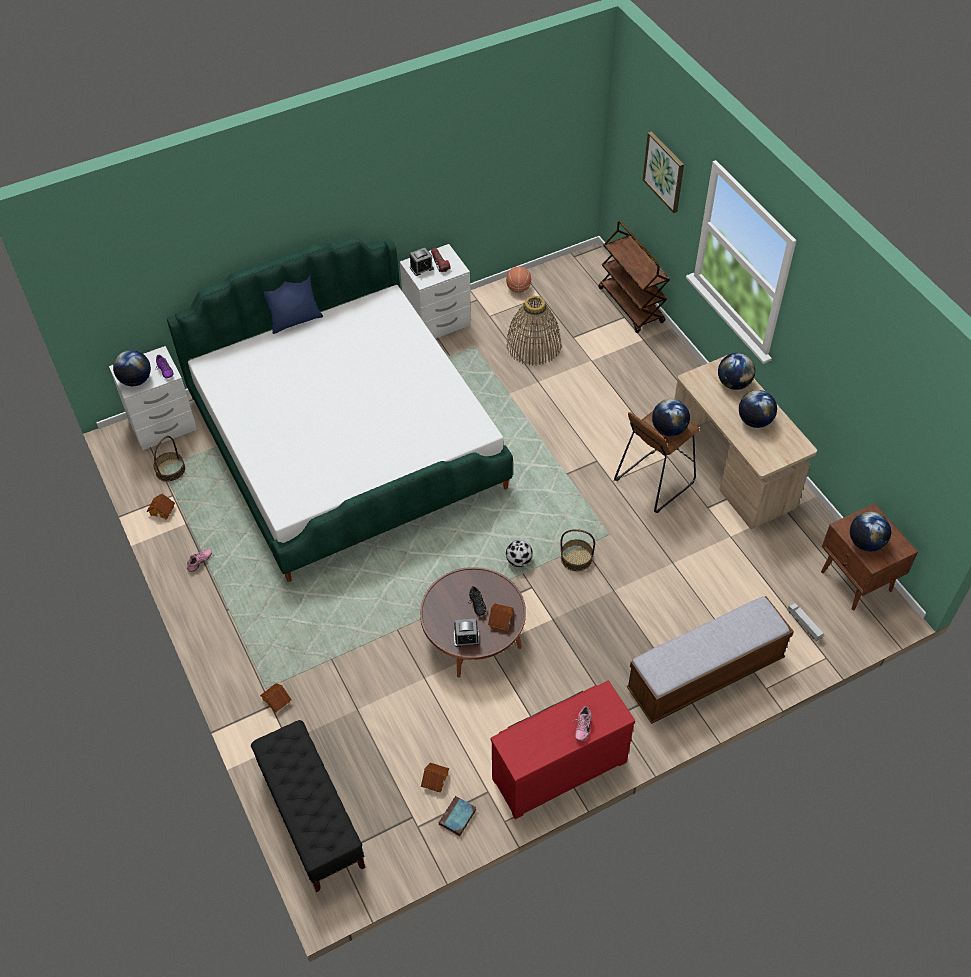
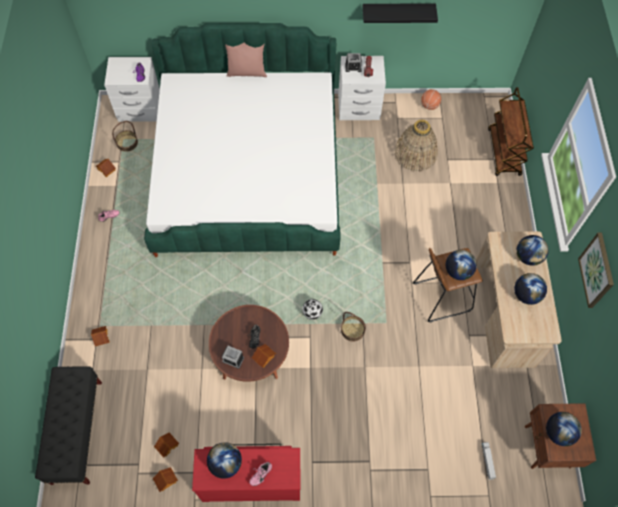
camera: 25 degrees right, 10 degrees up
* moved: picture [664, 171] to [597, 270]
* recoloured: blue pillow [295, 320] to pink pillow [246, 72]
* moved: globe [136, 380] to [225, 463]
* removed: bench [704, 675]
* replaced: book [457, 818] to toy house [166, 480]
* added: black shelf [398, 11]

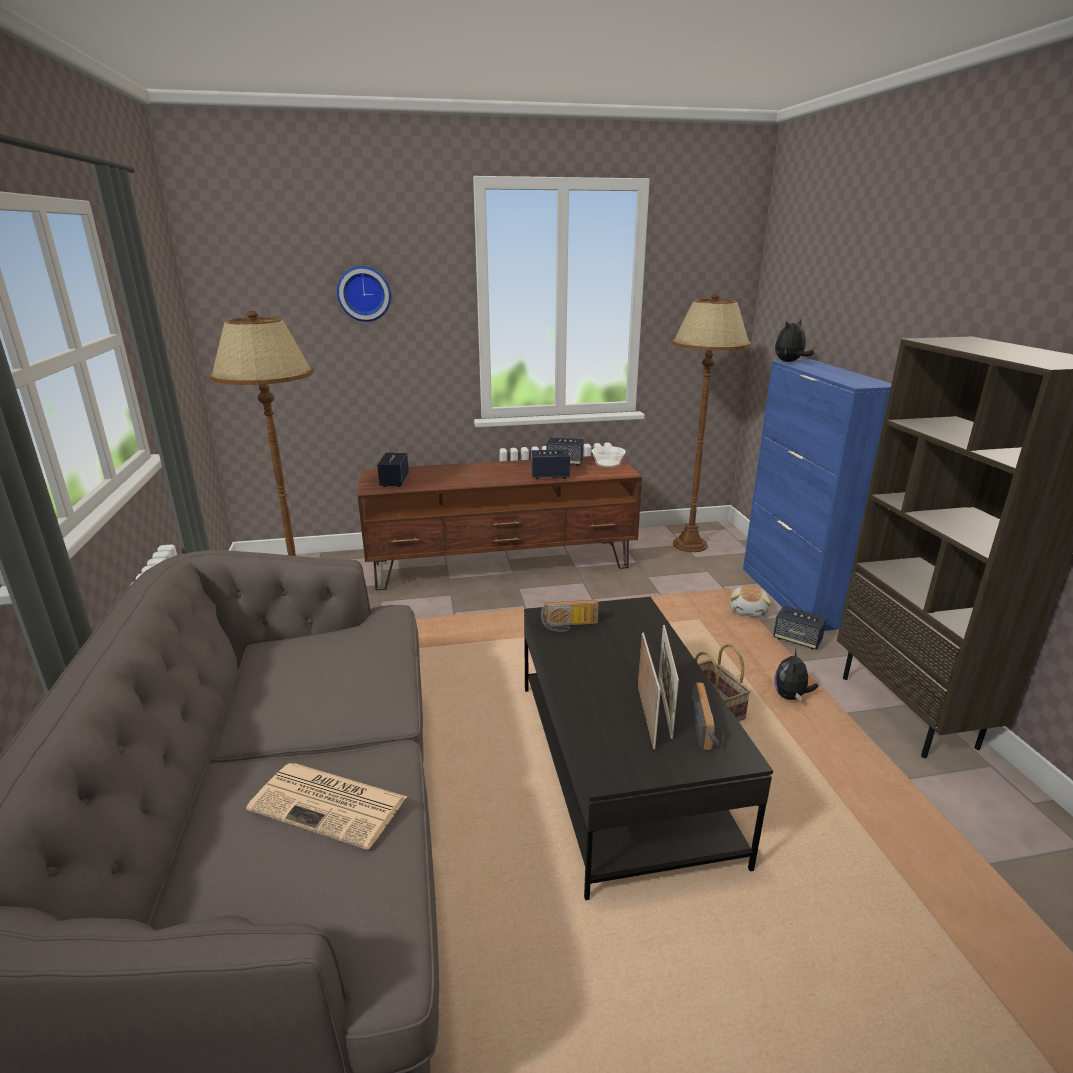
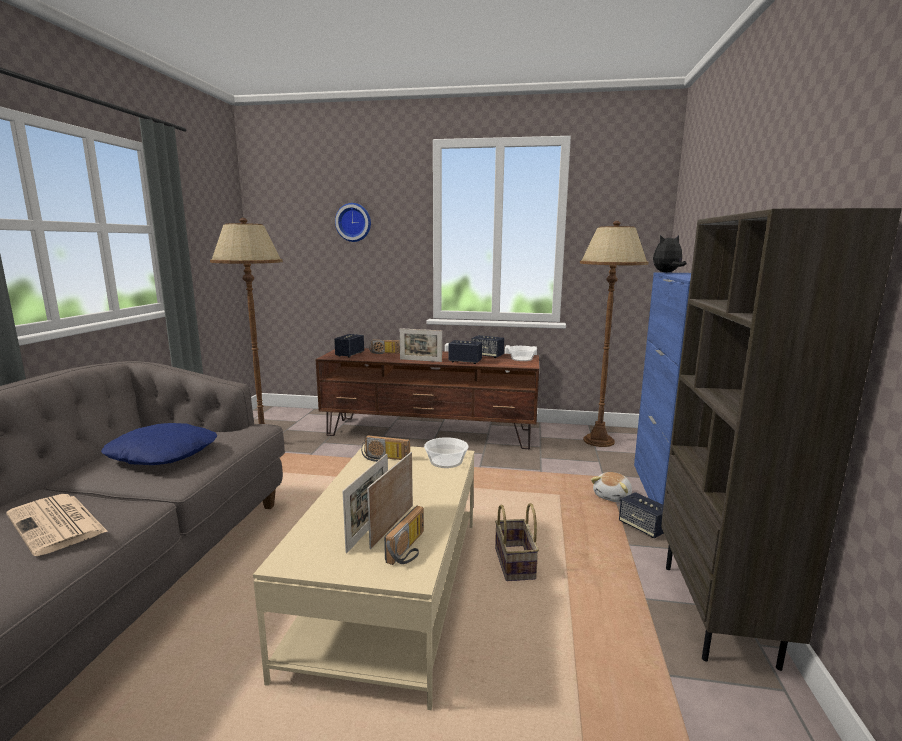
camera: 20 degrees right, 10 degrees down
* recoloured: black coffee table [619, 766] to beige coffee table [391, 589]
* removed: plush toy [790, 696]
* added: picture frame [420, 360]
* added: radio [384, 353]
* added: blue pillow [163, 453]
* added: bowl [446, 461]

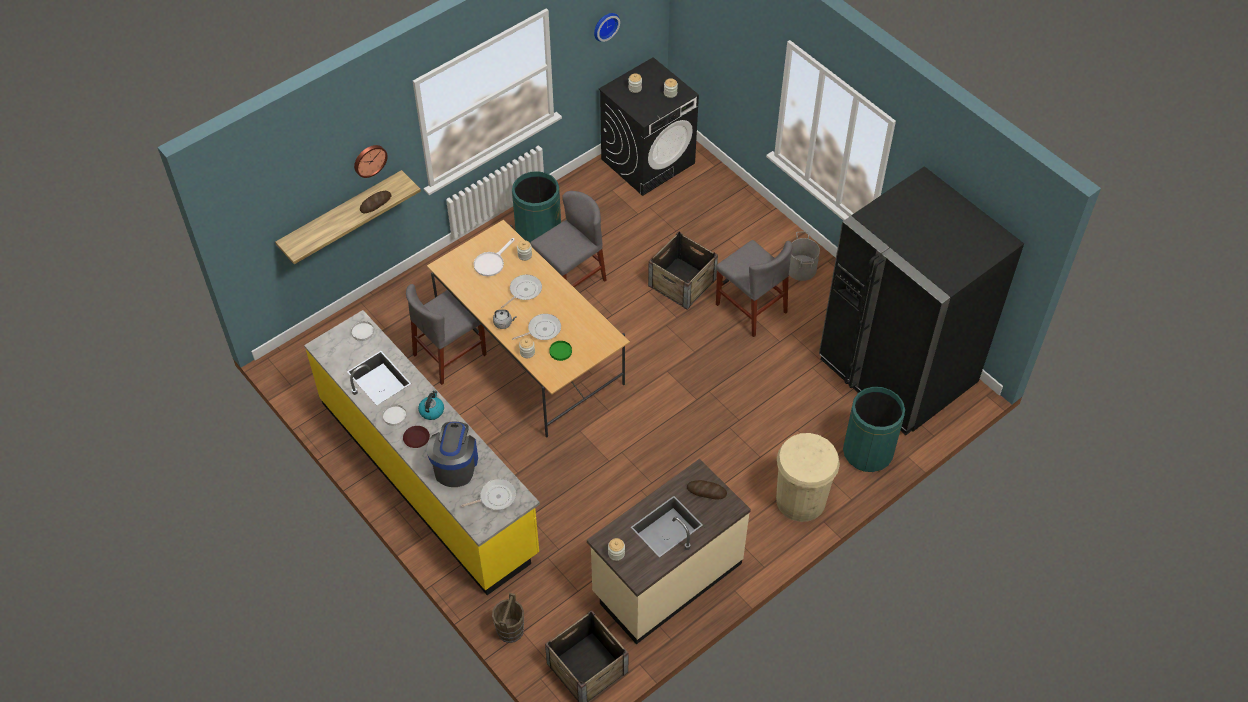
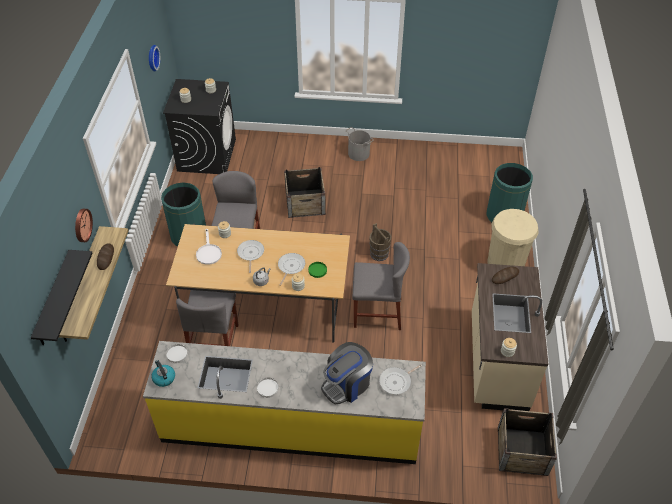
camera: 45 degrees left, 5 degrees down
* removed: black fridge [897, 371]
* moved: grey chair [751, 308] to [377, 312]
* moved: kettle [431, 410] to [163, 378]
* turned: coffee machine [455, 465] = [347, 384] 90 degrees counterclockwise
* removed: brown plate [417, 438]
* turned: frying pan [495, 497] = [396, 381] 150 degrees counterclockwise
* moved: brown bucket [510, 630] to [379, 254]
* added: black shelf [54, 300]

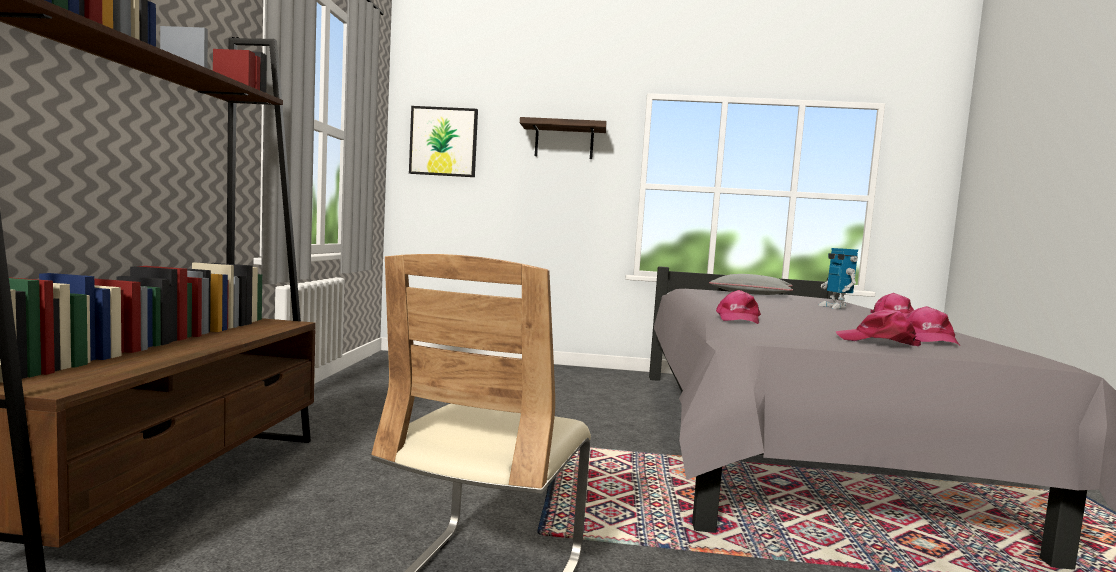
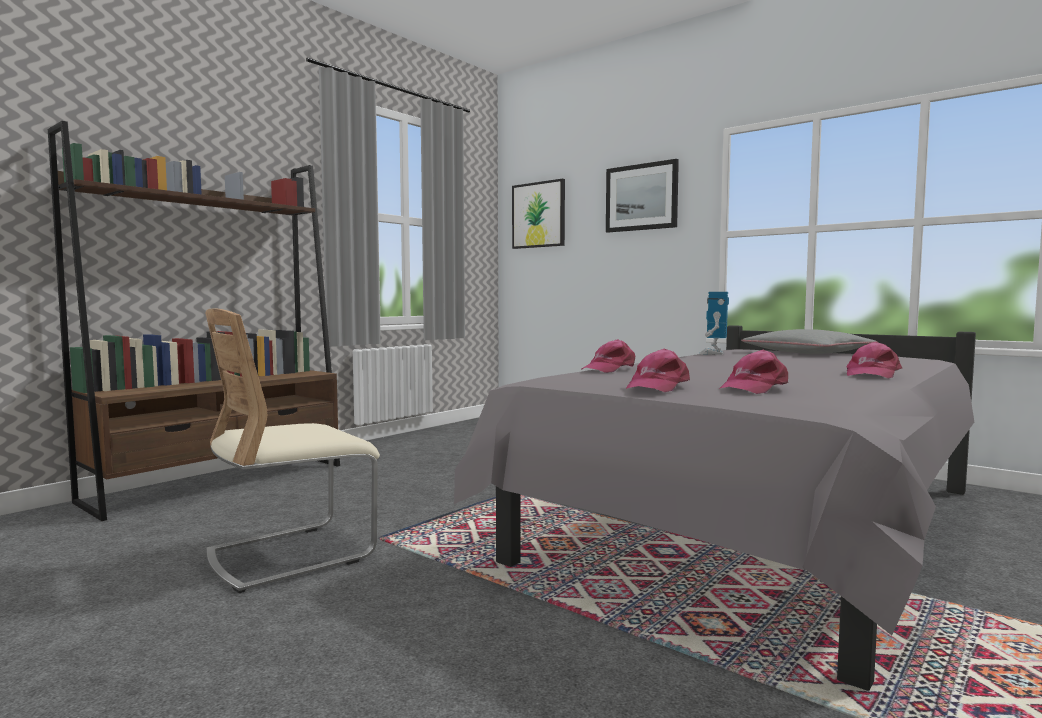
camera: 35 degrees right, 0 degrees up
* replaced: shelf [564, 141] to picture [641, 197]
* moved: toy robot [835, 307] to [713, 353]
* turned: pink cap [878, 341] = [657, 386] 120 degrees counterclockwise

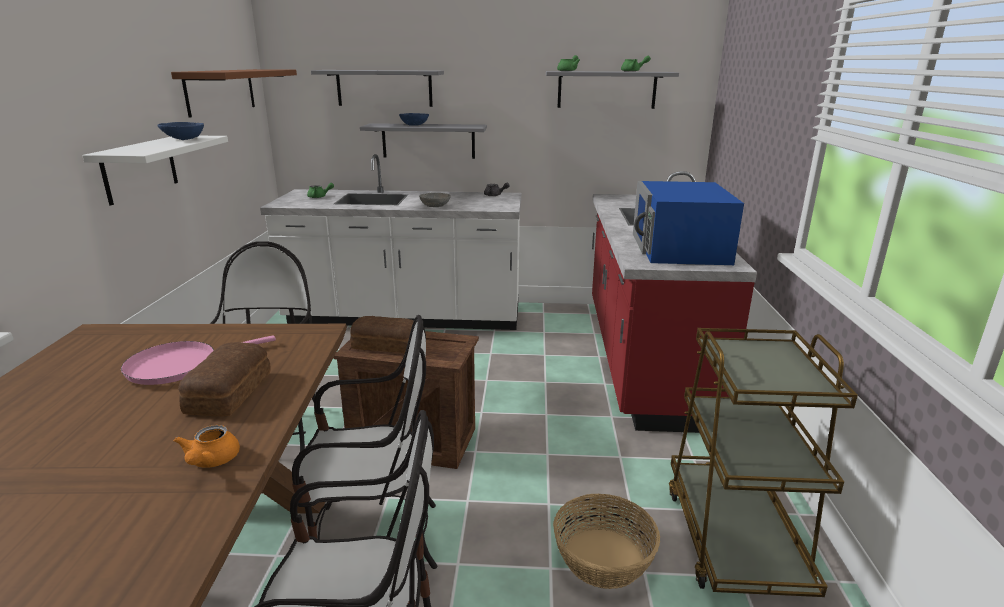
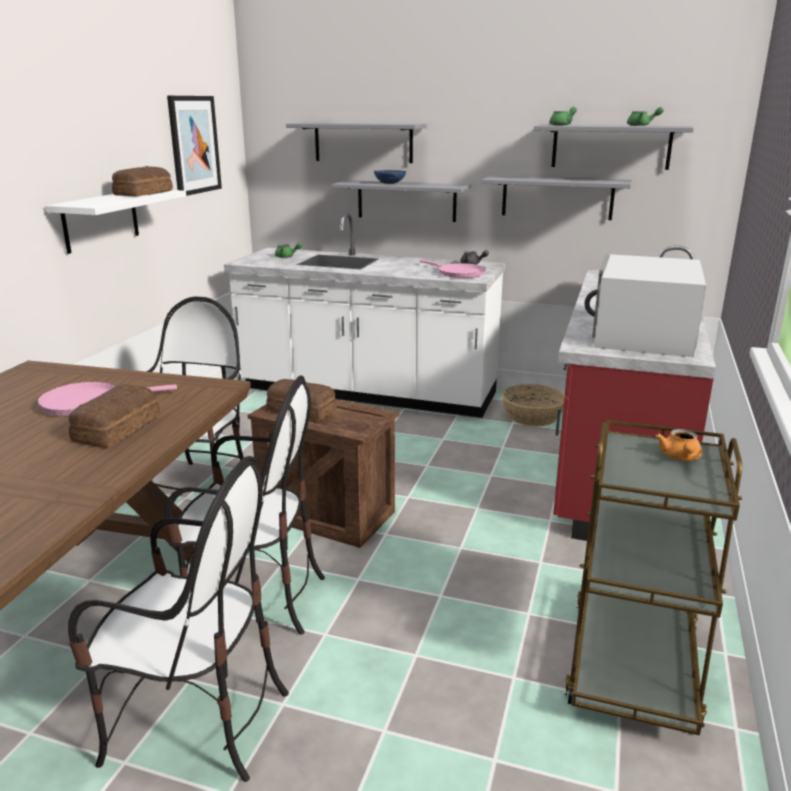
camera: 15 degrees right, 0 degrees up
* replaced: brown shelf [221, 91] to picture [194, 145]
* replaced: blue bowl [183, 139] to bread [142, 193]
* recoloured: blue microwave [680, 249] to white microwave [642, 335]
* removed: grey bowl [435, 207]
* moved: orange teapot [211, 461] to [680, 457]
* moved: basket [604, 558] to [532, 417]
* added: grey shelf [557, 197]
* added: pink frying pan [458, 273]

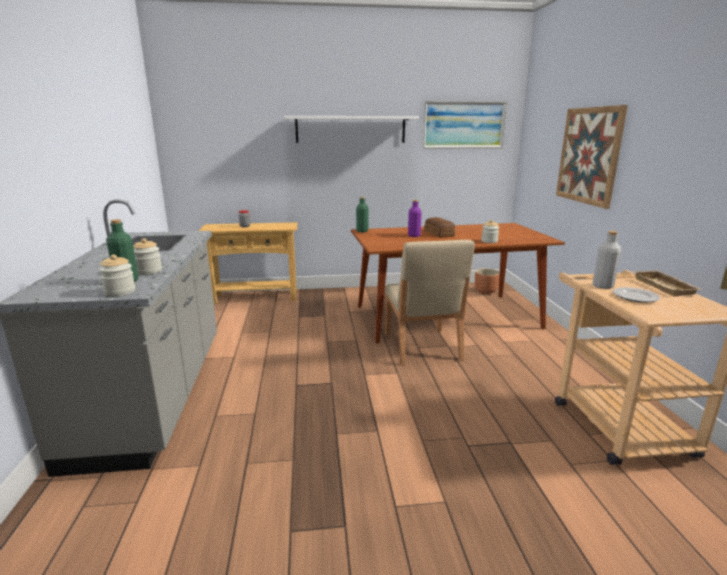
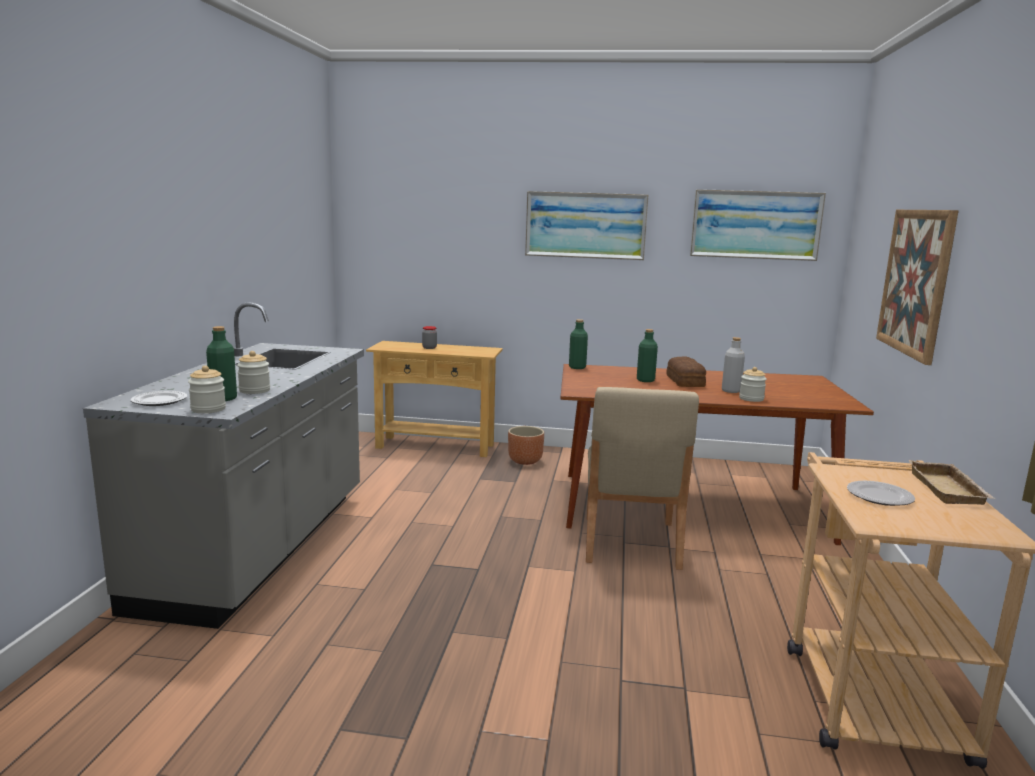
camera: 15 degrees right, 5 degrees down
* replaced: white shelf [350, 129] to picture [585, 225]
* recoloured: purple bottle [414, 235] to green bottle [645, 380]
* moved: grey bottle [603, 286] to [731, 391]
* moved: brown planter [485, 291] to [525, 461]
* added: plate [159, 401]

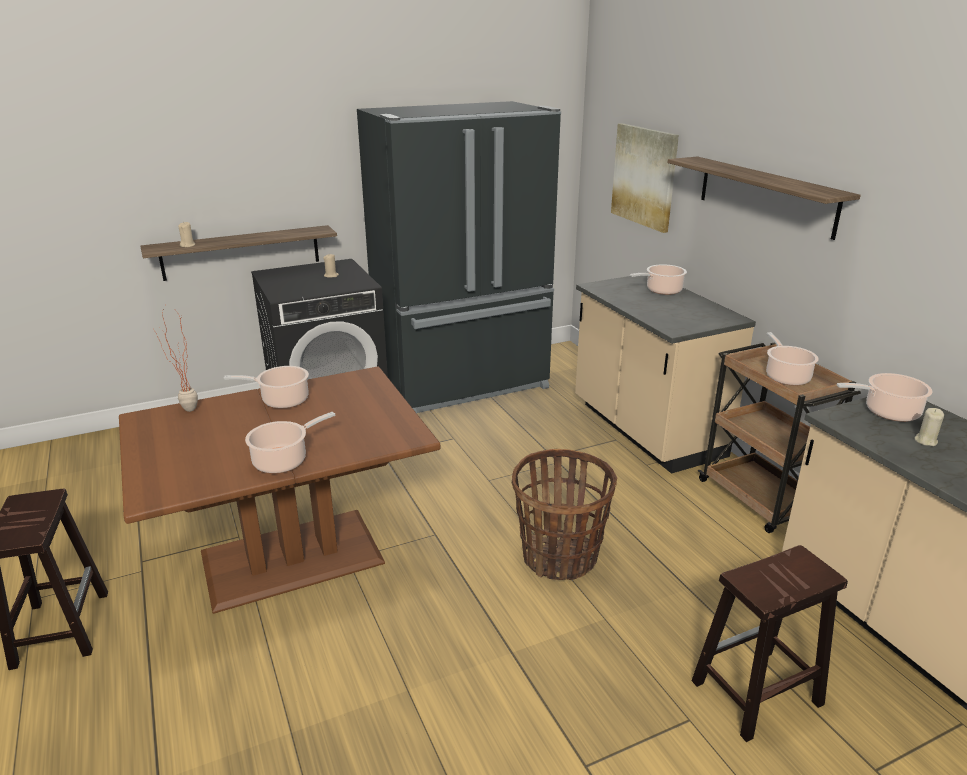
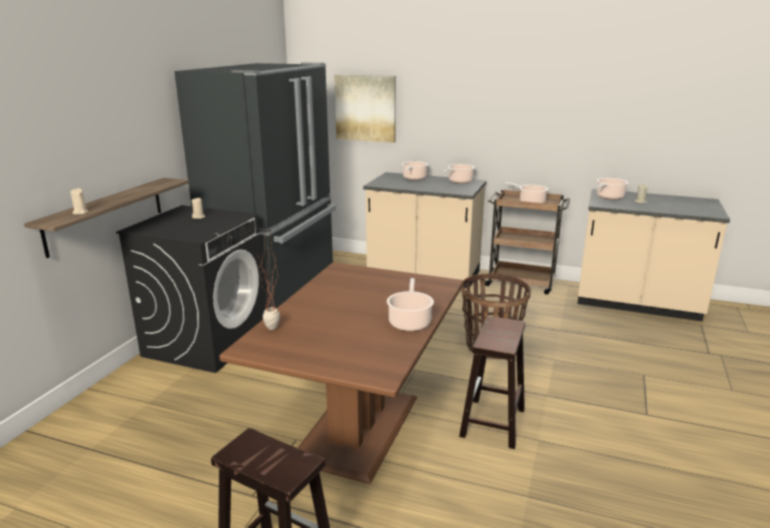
camera: 45 degrees left, 5 degrees down
* removed: shelf [765, 195]
* moved: cooking pot [282, 400] to [459, 181]
* moved: brown stool [755, 694] to [493, 423]

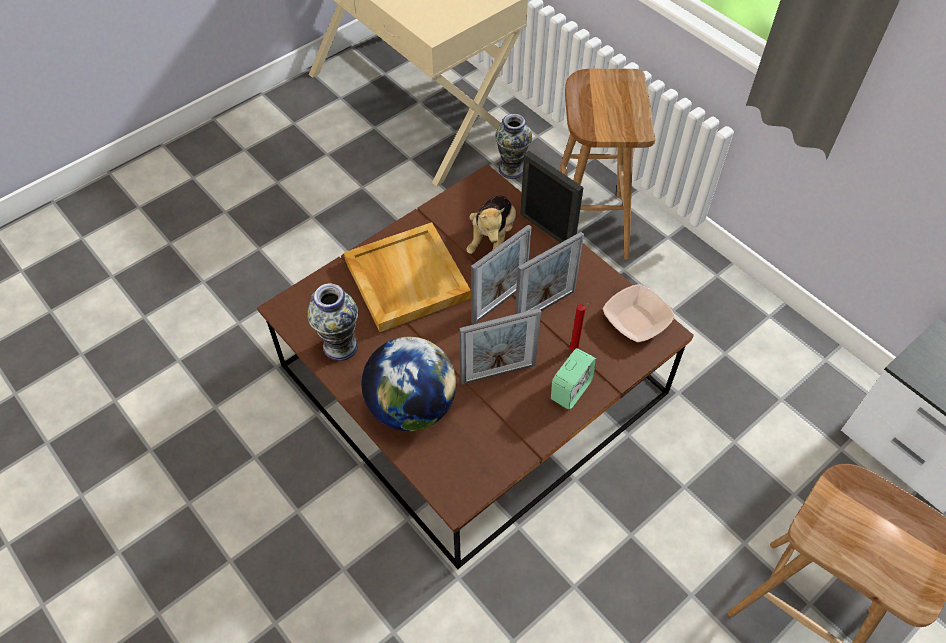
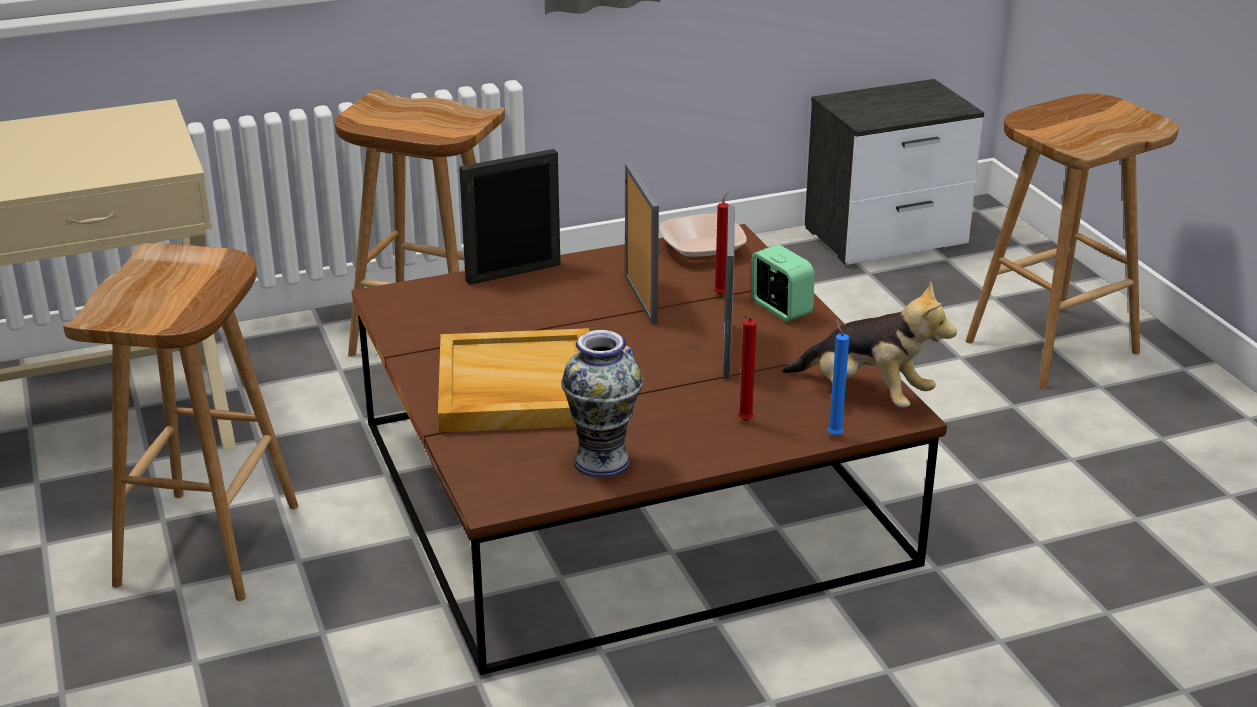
camera: 70 degrees left, 25 degrees down
* removed: vase [511, 169]
* moved: plush toy [492, 238] to [865, 395]
* removed: picture frame [499, 303]
* replaced: globe [411, 406] to red candle [744, 421]
* added: brown stool [209, 546]
* added: blue candle [833, 434]

